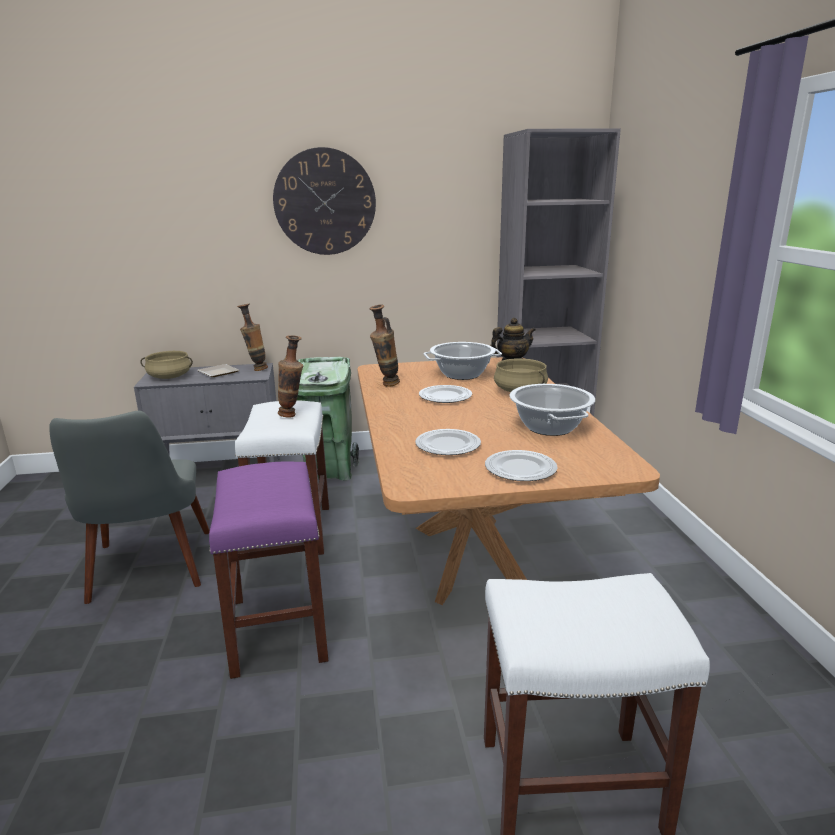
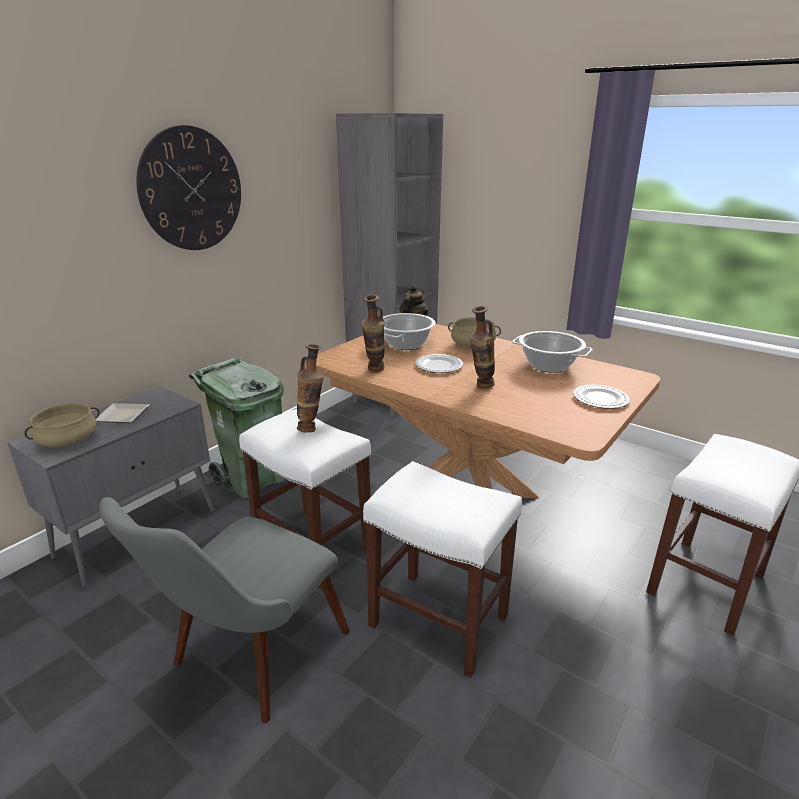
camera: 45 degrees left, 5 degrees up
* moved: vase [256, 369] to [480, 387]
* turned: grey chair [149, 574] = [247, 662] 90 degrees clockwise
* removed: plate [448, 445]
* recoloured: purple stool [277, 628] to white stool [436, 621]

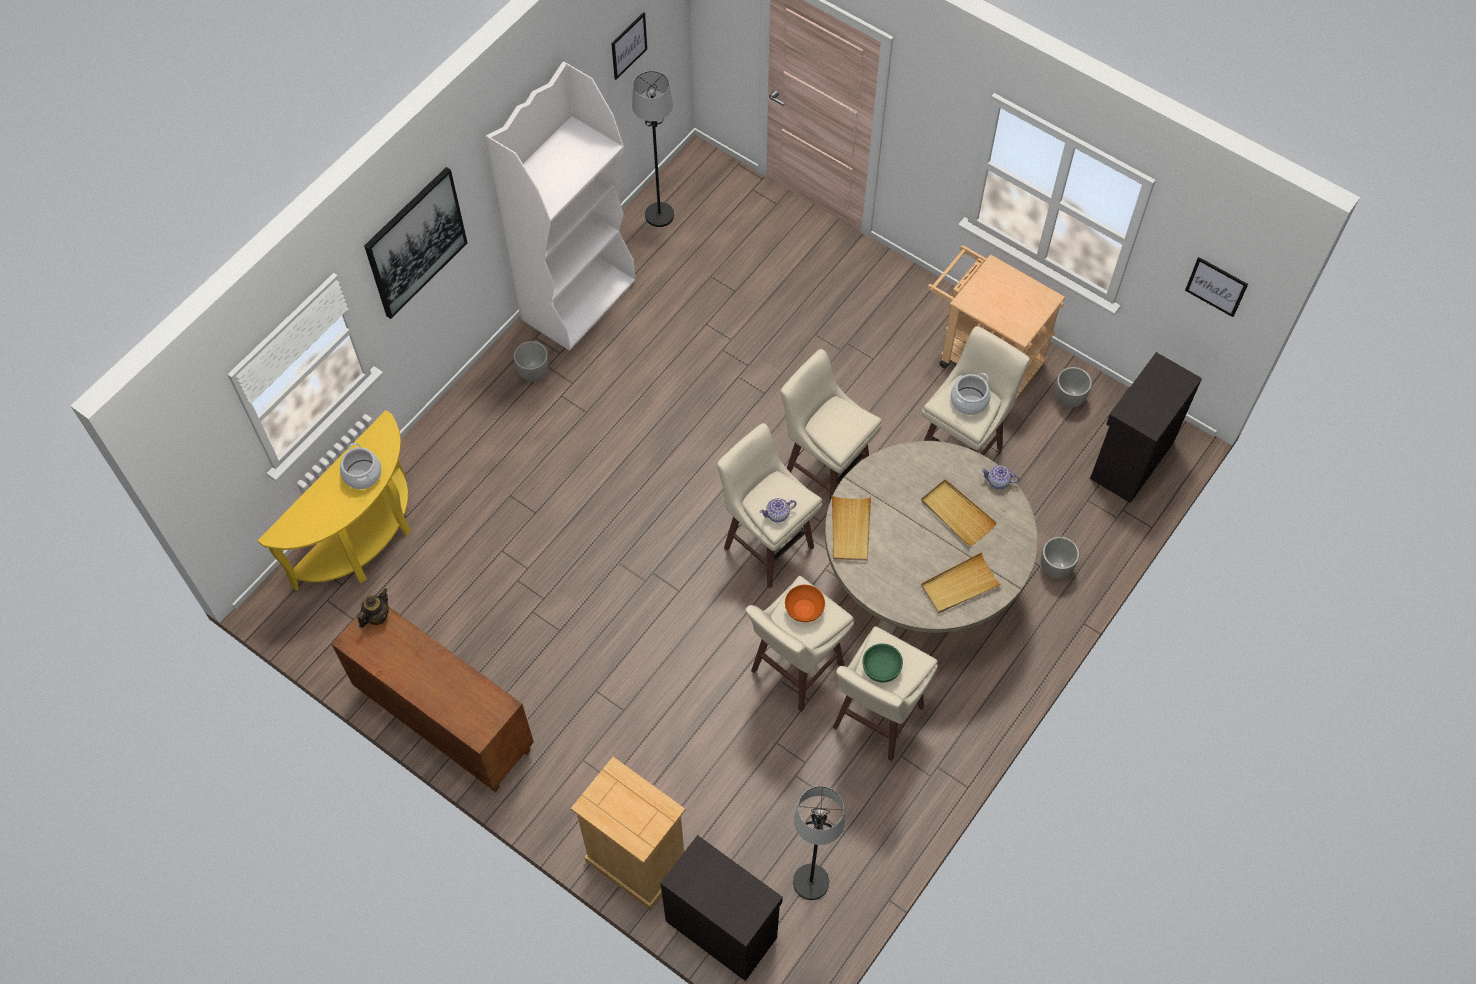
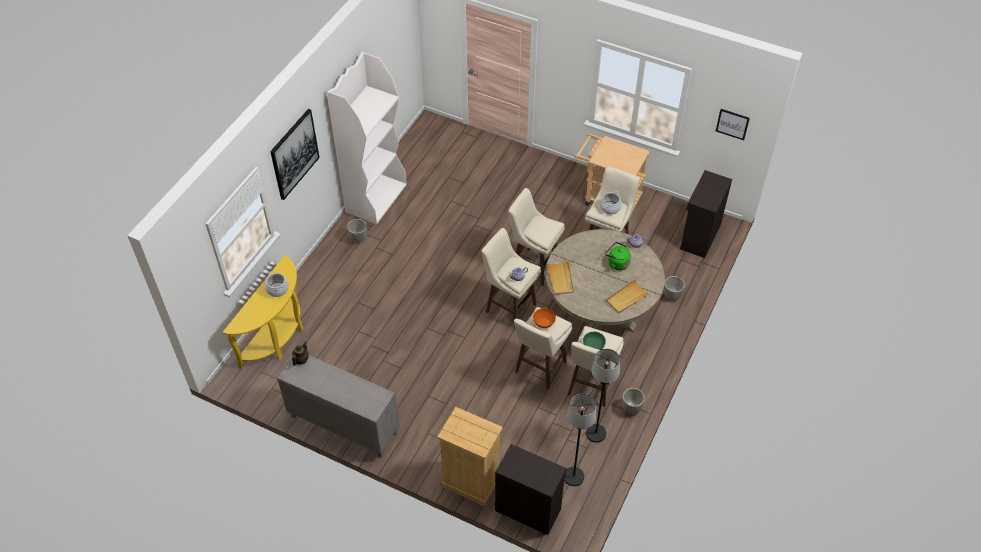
camera: 10 degrees left, 10 degrees down
* removed: picture [628, 45]
* moved: black floor lamp [659, 215] to [596, 433]
* moved: planter [1069, 399] to [631, 408]
* replaced: beige tray [957, 514] to green kettle [617, 263]
* recoloured: brown cabinet [443, 721] to grey cabinet [343, 425]

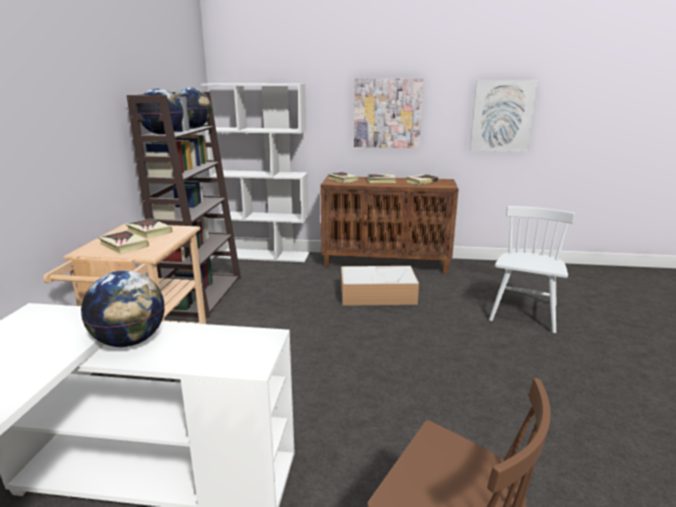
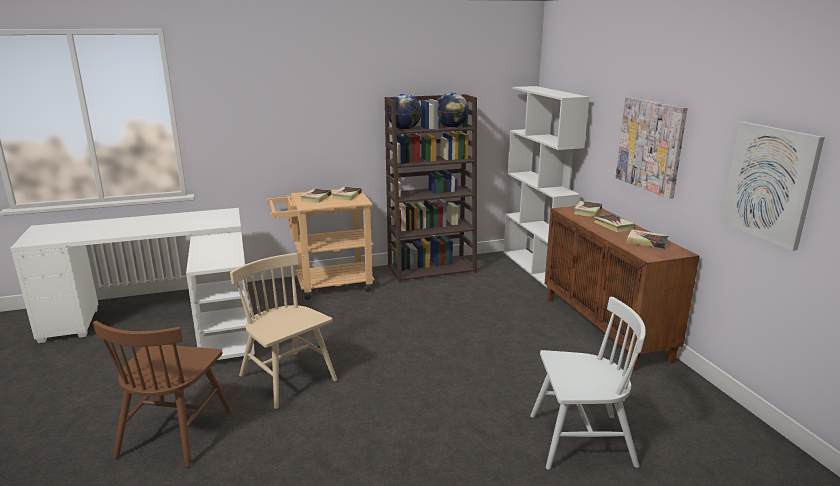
camera: 65 degrees right, 0 degrees up
* removed: storage box [378, 294]
* removed: globe [129, 341]
* added: beige chair [288, 378]

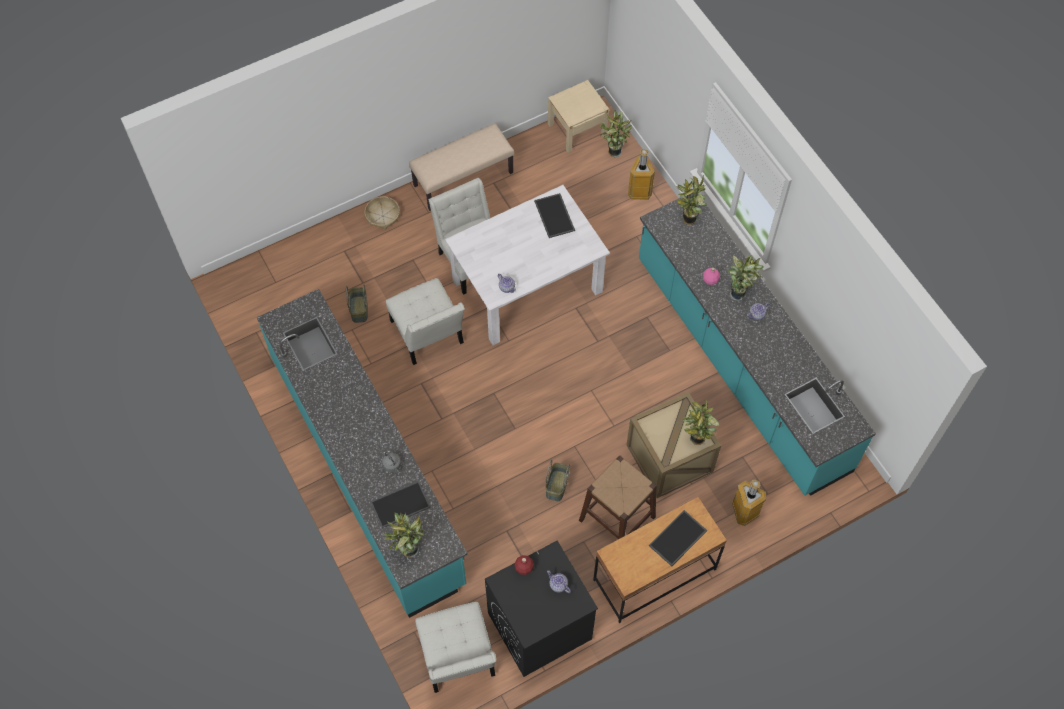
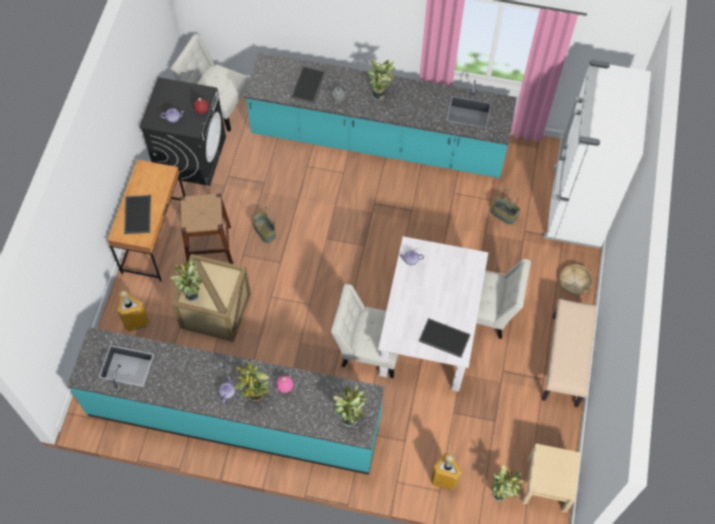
camera: 130 degrees right, 0 degrees up
* moved: white chair [428, 336] to [368, 348]
* moved: potted plant [408, 549] to [379, 94]
* added: white fridge [574, 207]

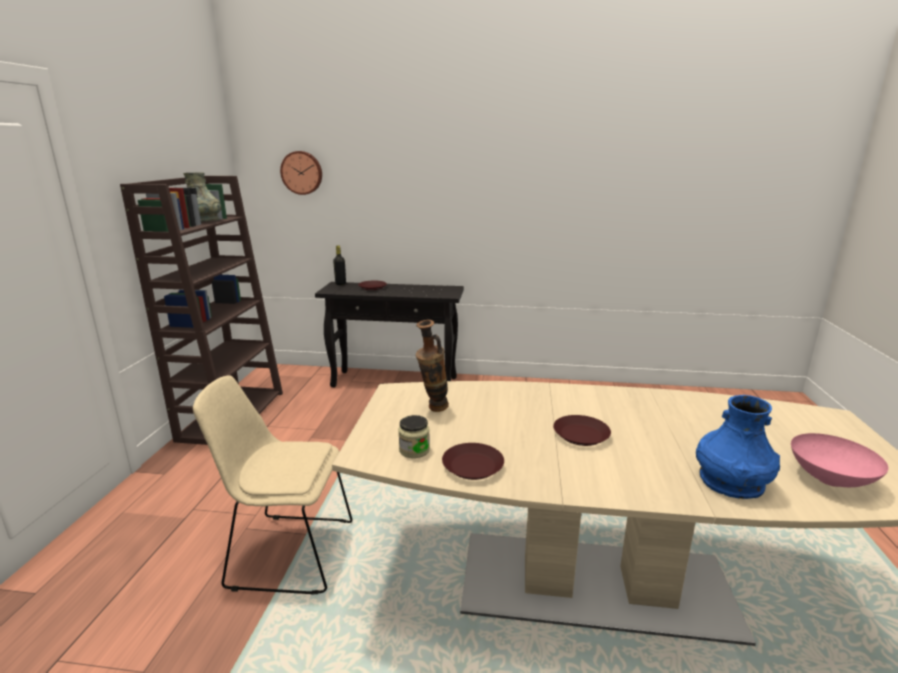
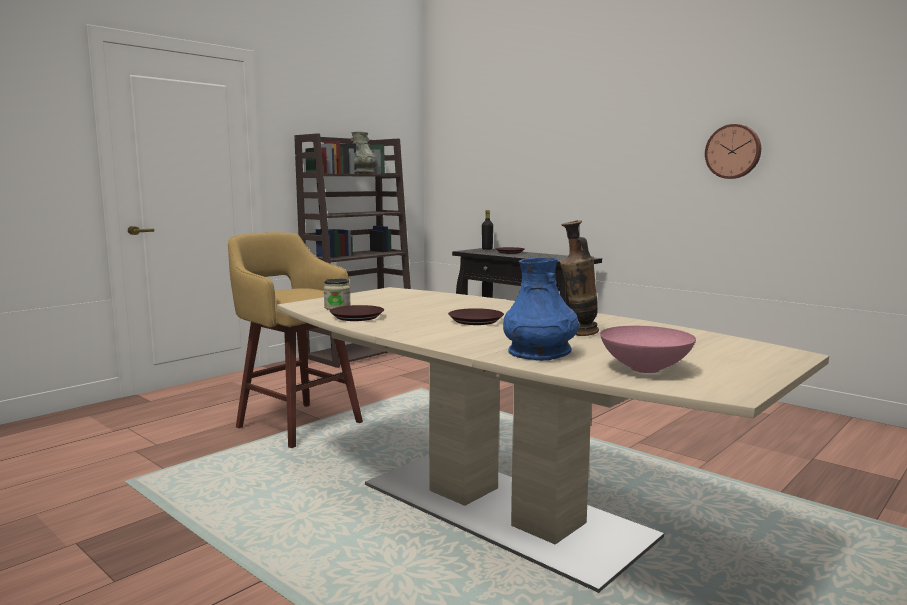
camera: 35 degrees right, 10 degrees down
* moved: wall clock [302, 173] to [733, 151]
* moved: vase [433, 409] to [578, 334]
* replaced: beige chair [287, 552] to yellow stool [297, 424]

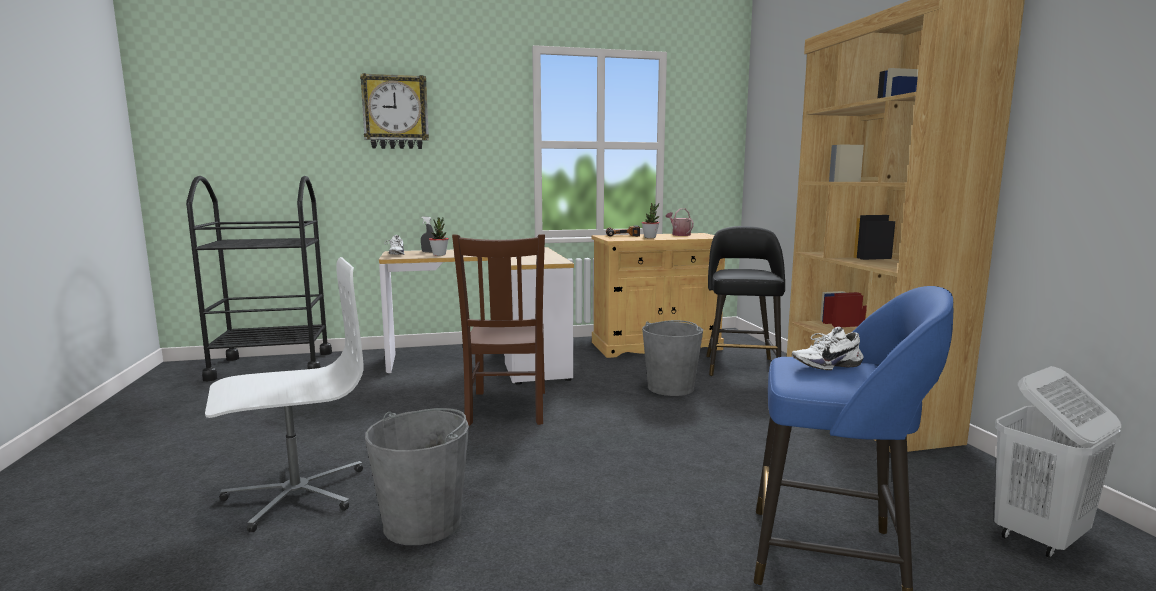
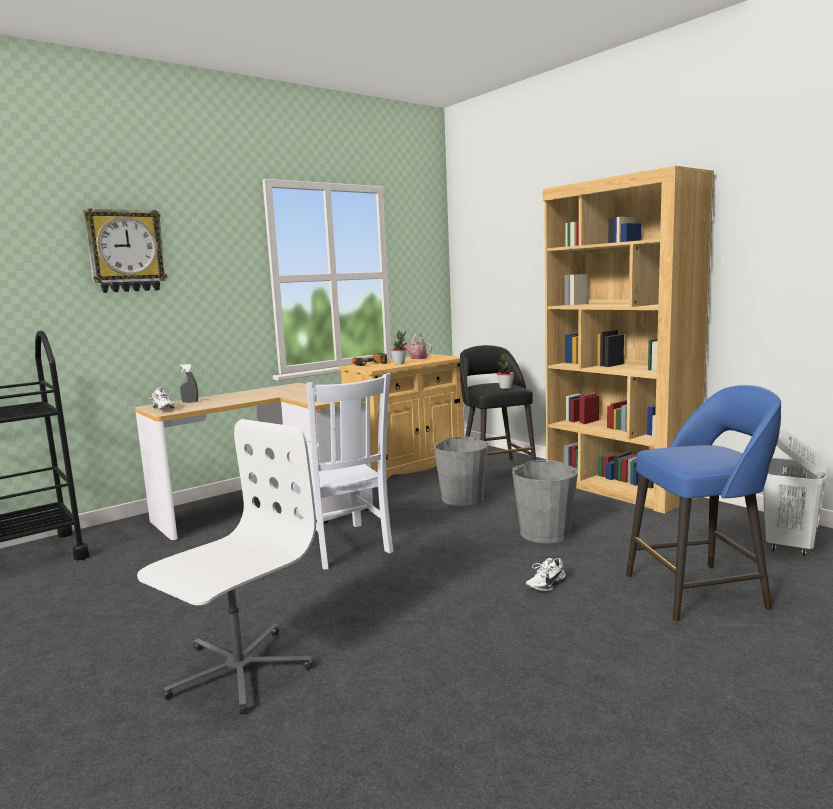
camera: 25 degrees left, 0 degrees up
* moved: potted plant [439, 255] to [505, 388]
* recoloured: brown chair [506, 409] to white chair [344, 546]
* moved: white shoe [825, 365] to [544, 585]
* moved: grey bucket [423, 522] to [545, 533]

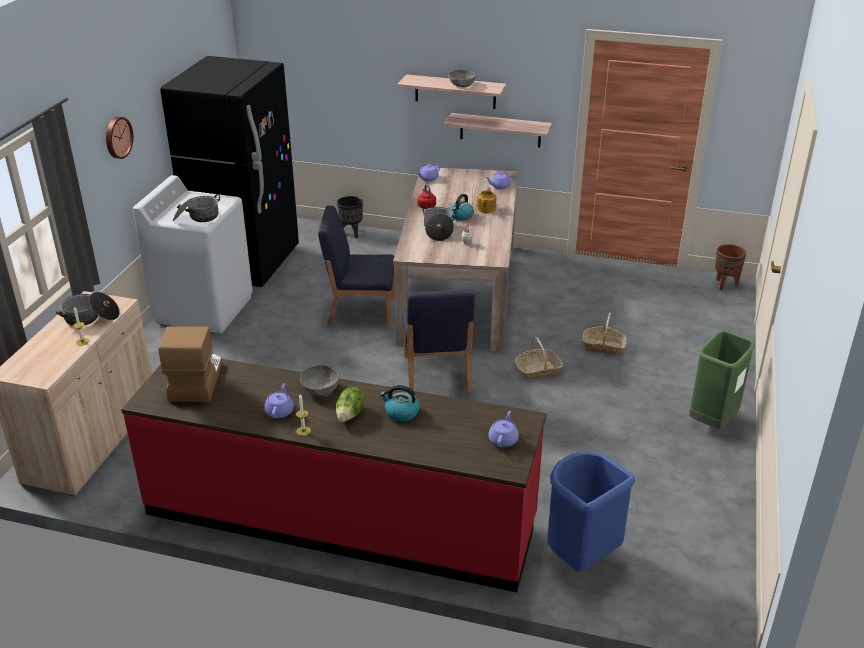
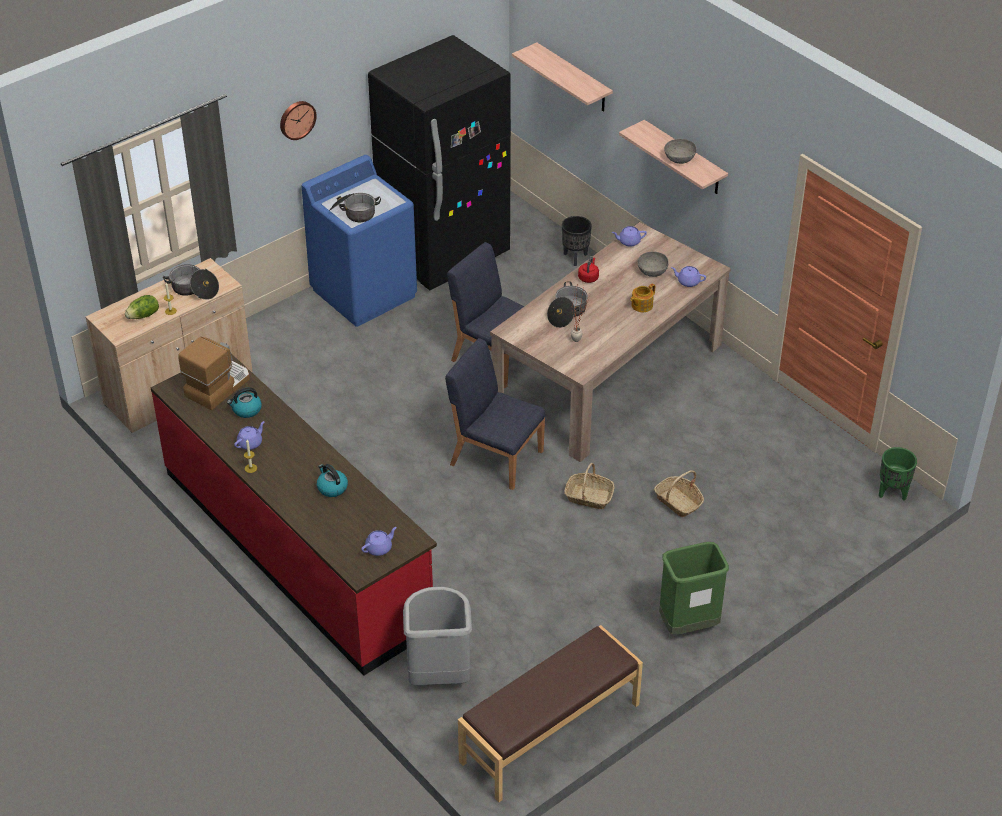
camera: 35 degrees right, 10 degrees up
* moved: shelf [500, 130] to [573, 78]
* recoloured: white washing machine [204, 309] to blue washing machine [364, 293]
* moved: kettle [461, 216] to [246, 410]
* recoloured: brown planter [725, 285] to green planter [892, 493]
* turned: blue chair [436, 374] = [496, 457] 90 degrees clockwise
* moved: grey bowl [320, 389] to [652, 271]
* moved: lettuce [350, 414] to [144, 315]
* recoloured: blue trash can [580, 556] to grey trash can [439, 676]
* added: brown bench [551, 733]

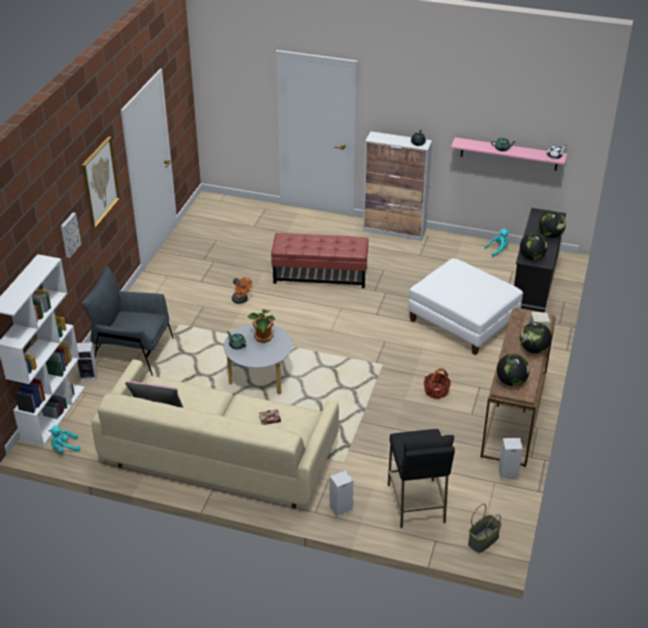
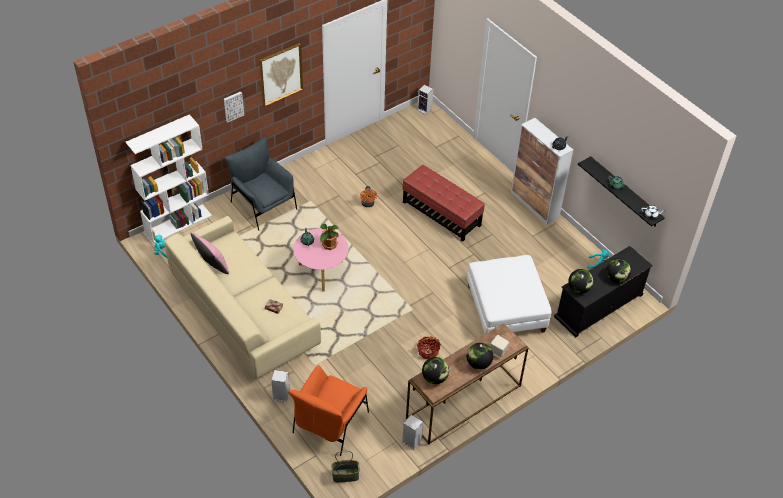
camera: 35 degrees right, 10 degrees up
* recoloured: pink shelf [509, 154] to black shelf [625, 192]
* recoloured: grey coffee table [259, 379] to pink coffee table [321, 272]
* moved: speaker [89, 375] to [425, 109]
* replaced: black stool [416, 503] to orange armchair [330, 423]

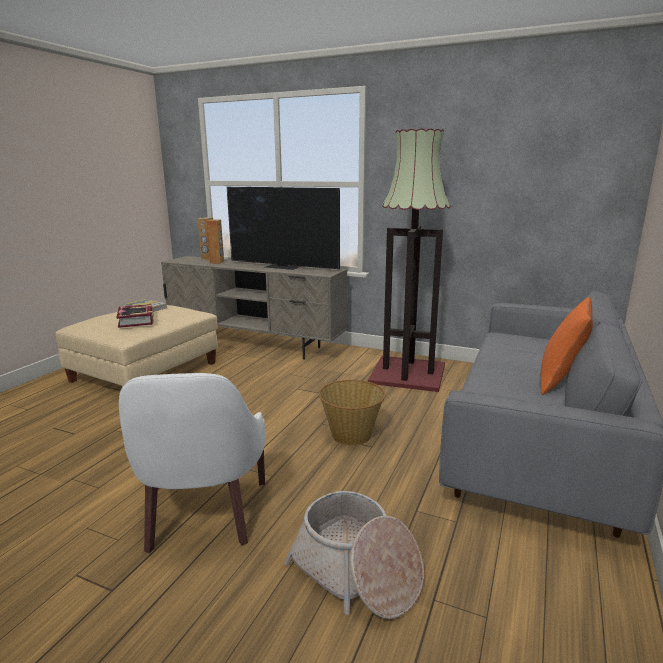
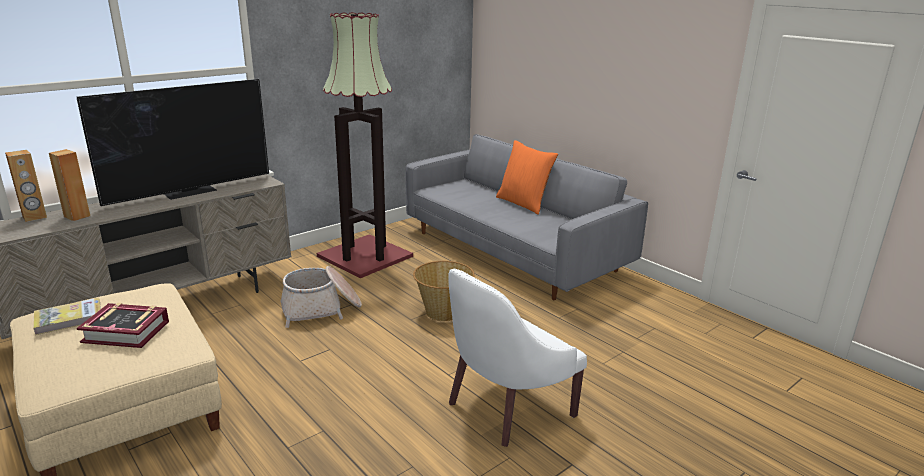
camera: 65 degrees left, 5 degrees up
* turned: white armchair [203, 516] = [505, 407] 120 degrees clockwise
* moved: basket [356, 573] to [321, 309]

